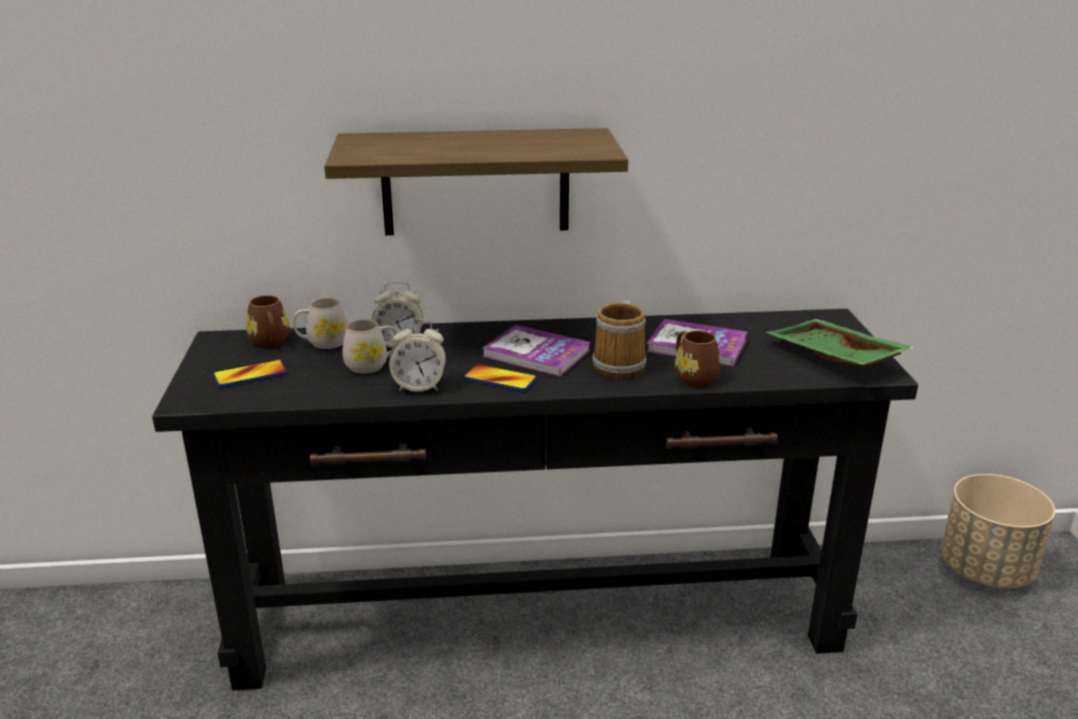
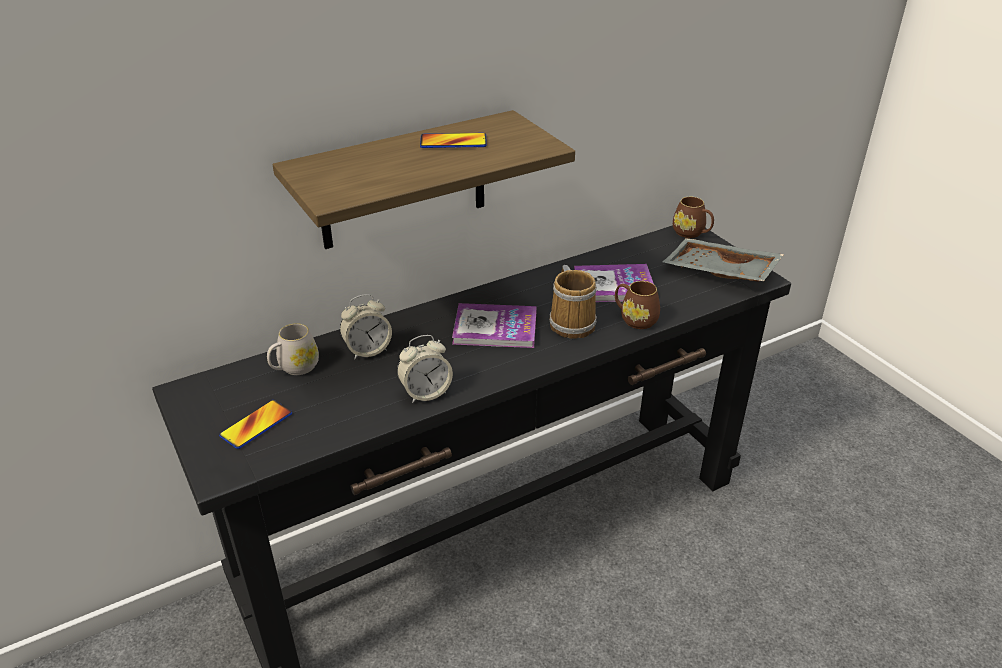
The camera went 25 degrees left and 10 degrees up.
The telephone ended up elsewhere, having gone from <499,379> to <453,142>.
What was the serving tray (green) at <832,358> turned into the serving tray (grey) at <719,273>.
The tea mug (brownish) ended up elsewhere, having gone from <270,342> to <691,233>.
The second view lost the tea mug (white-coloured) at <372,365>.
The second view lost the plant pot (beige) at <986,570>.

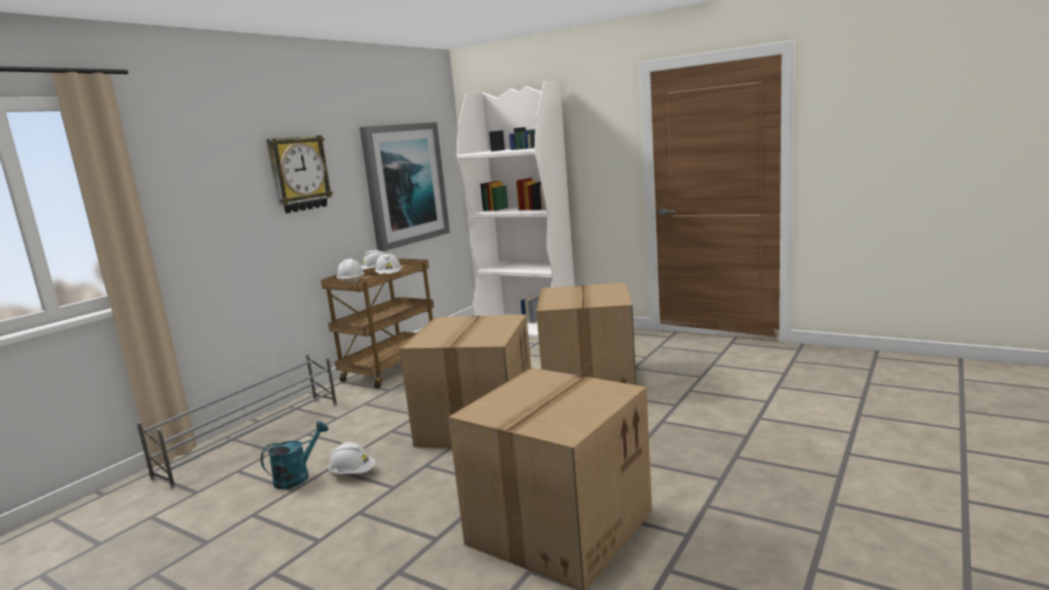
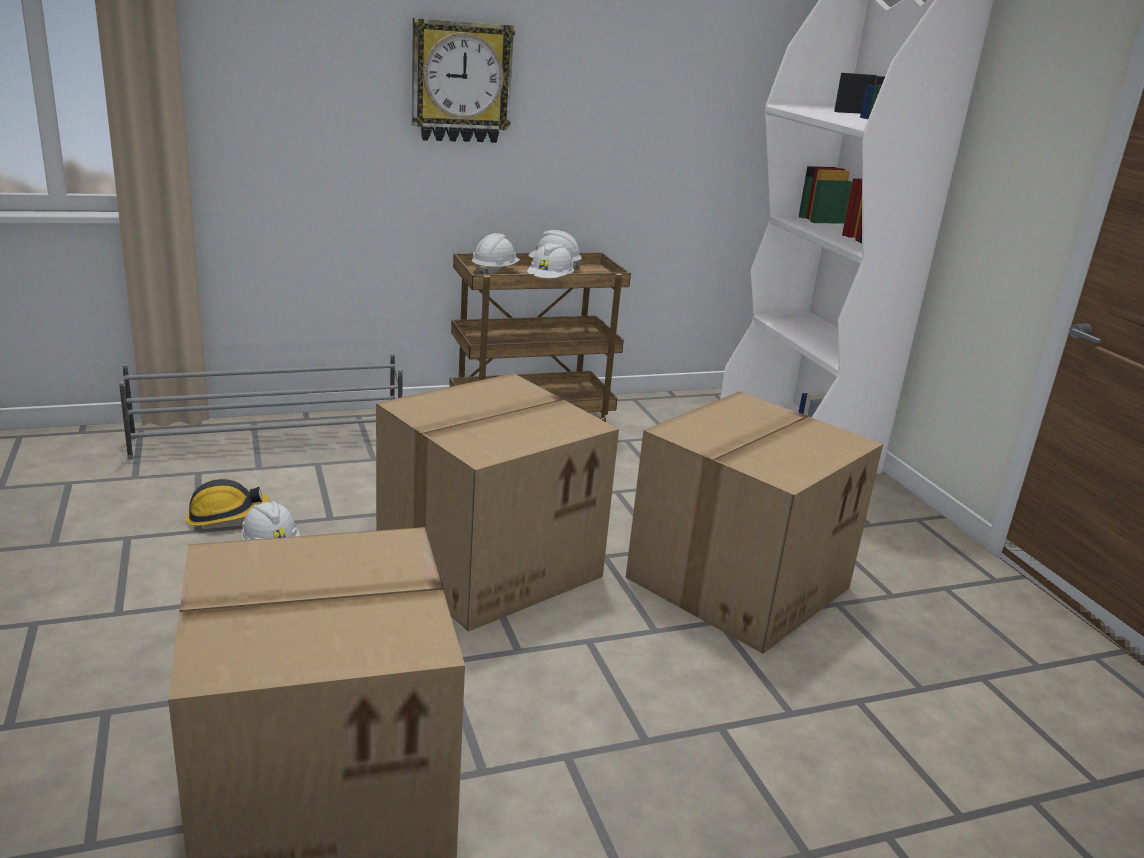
The camera went 35 degrees right and 10 degrees up.
Where the watering pot (blue-green) stood at <297,476>, the safety helmet came to stand at <226,515>.
The second view lost the wall picture at <405,184>.

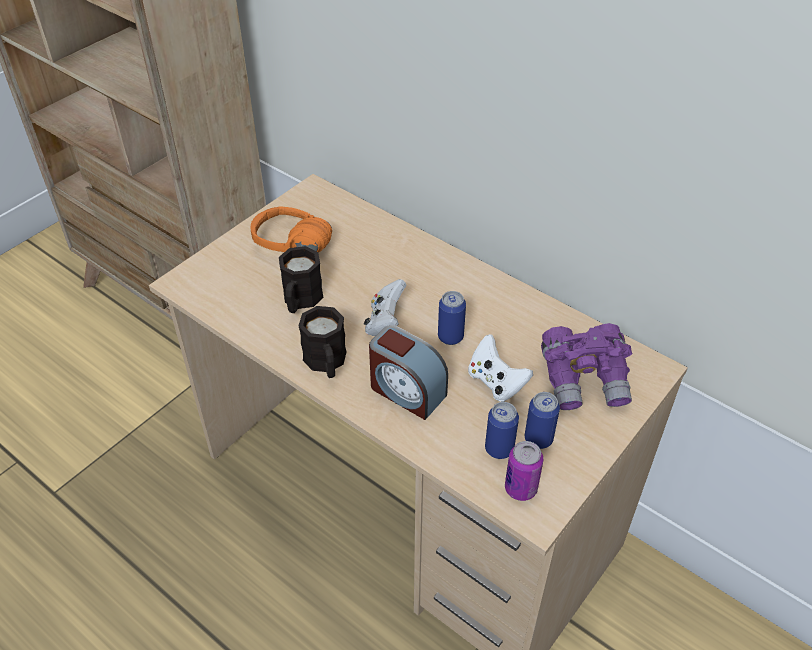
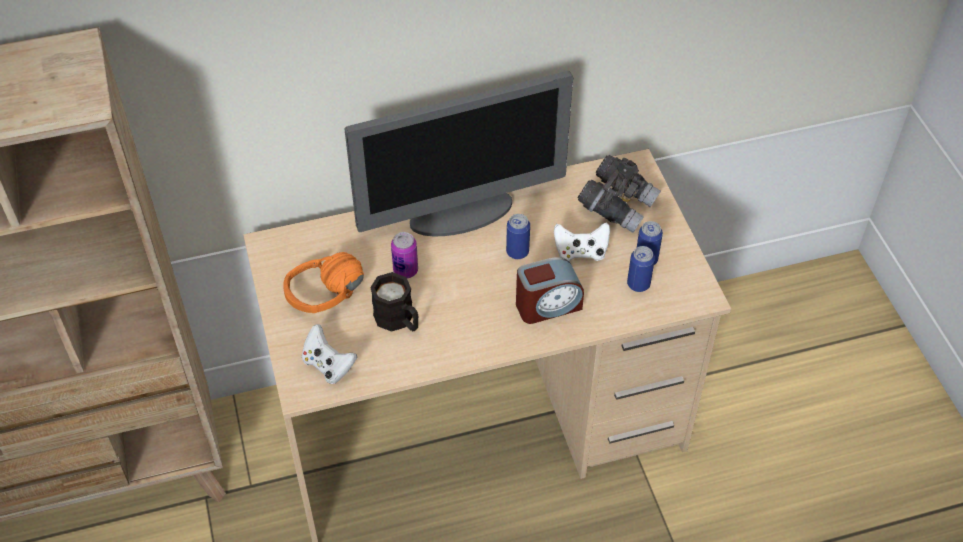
The camera went 55 degrees left and 5 degrees up.
The gamepad (white-coloured) ended up elsewhere, having gone from <385,322> to <328,365>.
The second view gained the computer display at <462,213>.
The sealed can ended up elsewhere, having gone from <520,488> to <405,270>.
What was the binoculars (purple-coloured) at <584,380> turned into the binoculars (grey) at <617,205>.
The second view lost the tea mug (black-coloured) at <326,363>.

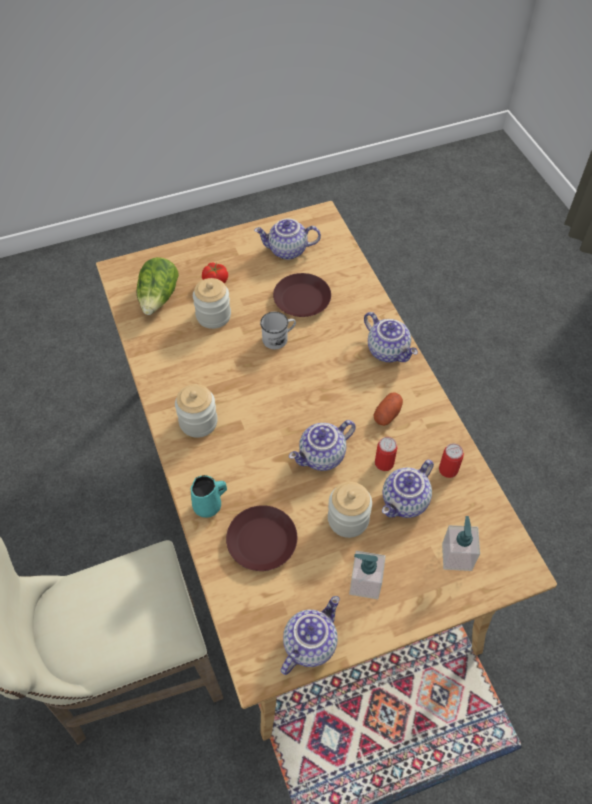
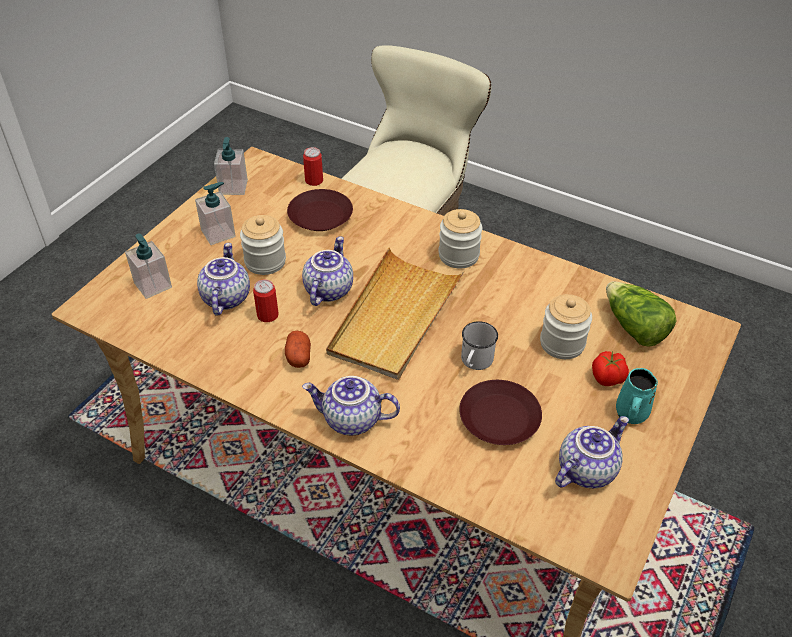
The camera went 140 degrees right and 10 degrees down.
Where the tea pot stood at <309,643>, the liquid soap bottle came to stand at <233,187>.
The sealed can ended up elsewhere, having gone from <448,469> to <314,180>.
The second view gained the serving tray (beige) at <395,317>.
The tea mug (blue-green) ended up elsewhere, having gone from <209,506> to <630,414>.

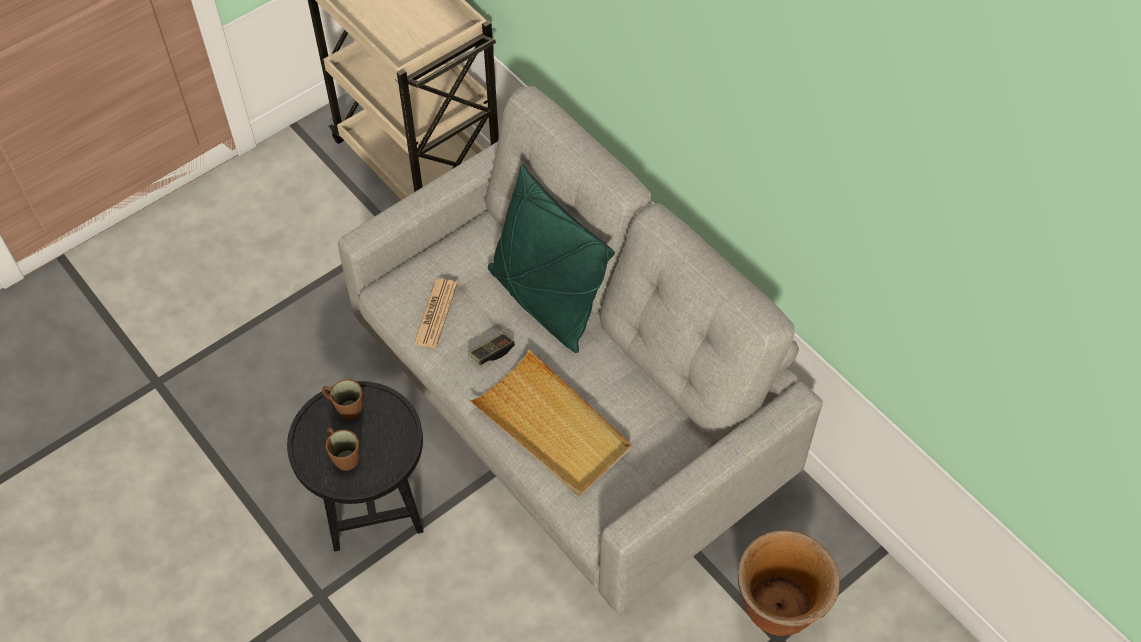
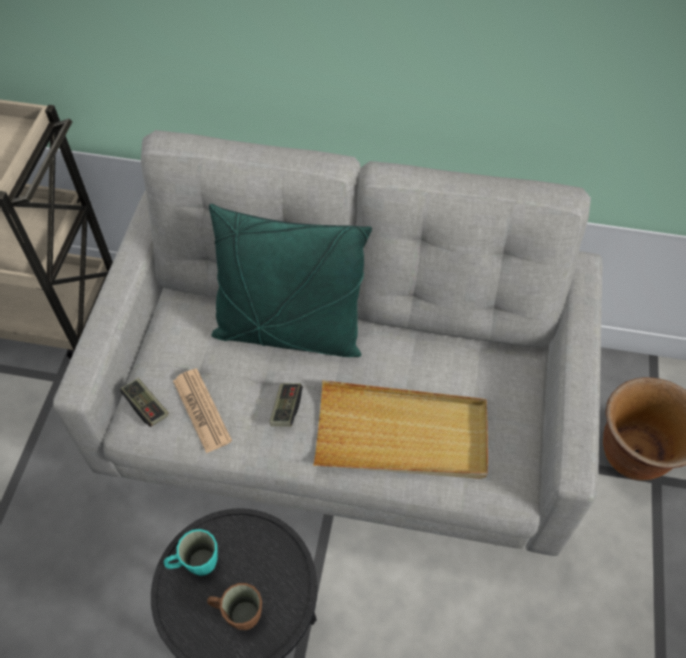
The camera went 40 degrees left and 0 degrees up.
The second view gained the gamepad at <146,406>.
What was the tea mug (brownish) at <345,407> turned into the tea mug (blue-green) at <195,564>.

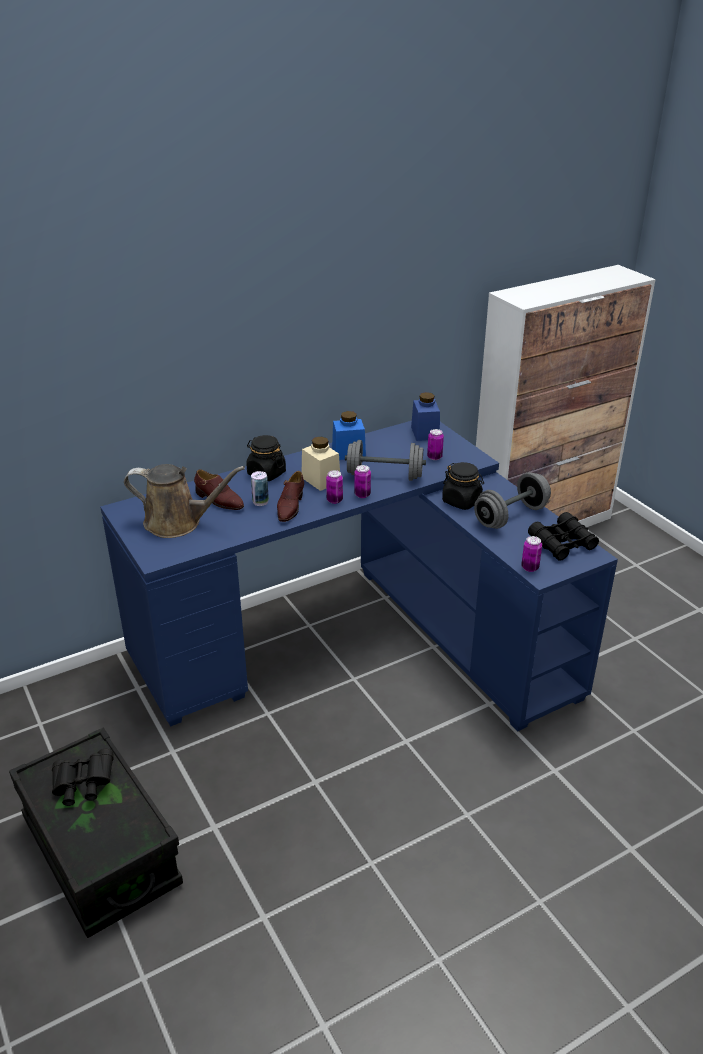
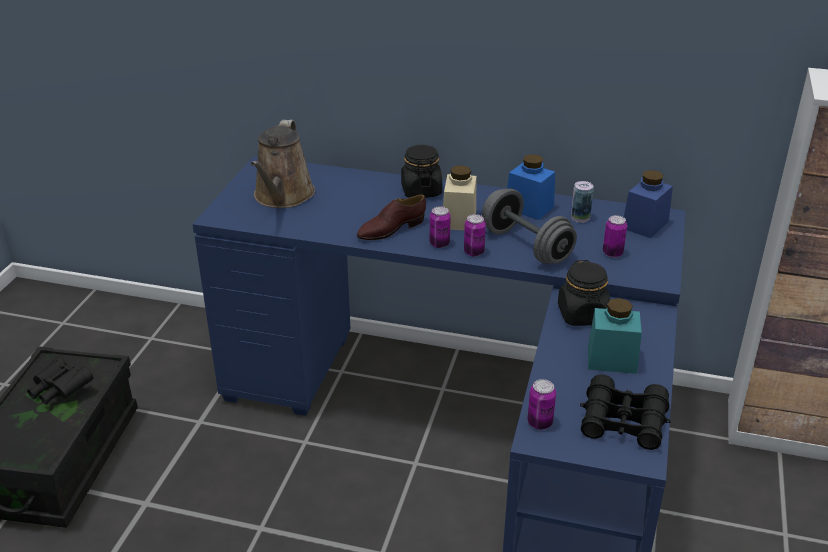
The camera went 45 degrees right and 0 degrees up.
The watering pot (brownish) at <178,523> ended up facing another way, 45 degrees clockwise from before.
The sealed can ended up elsewhere, having gone from <260,502> to <580,218>.
Where the hand weight (grey) stood at <511,516>, the storage jar (blue-green) came to stand at <612,359>.
The second view lost the item of footwear (brownish) at <219,500>.

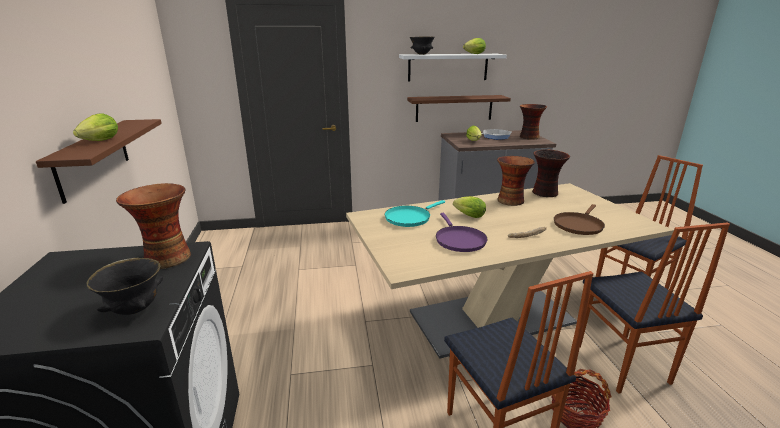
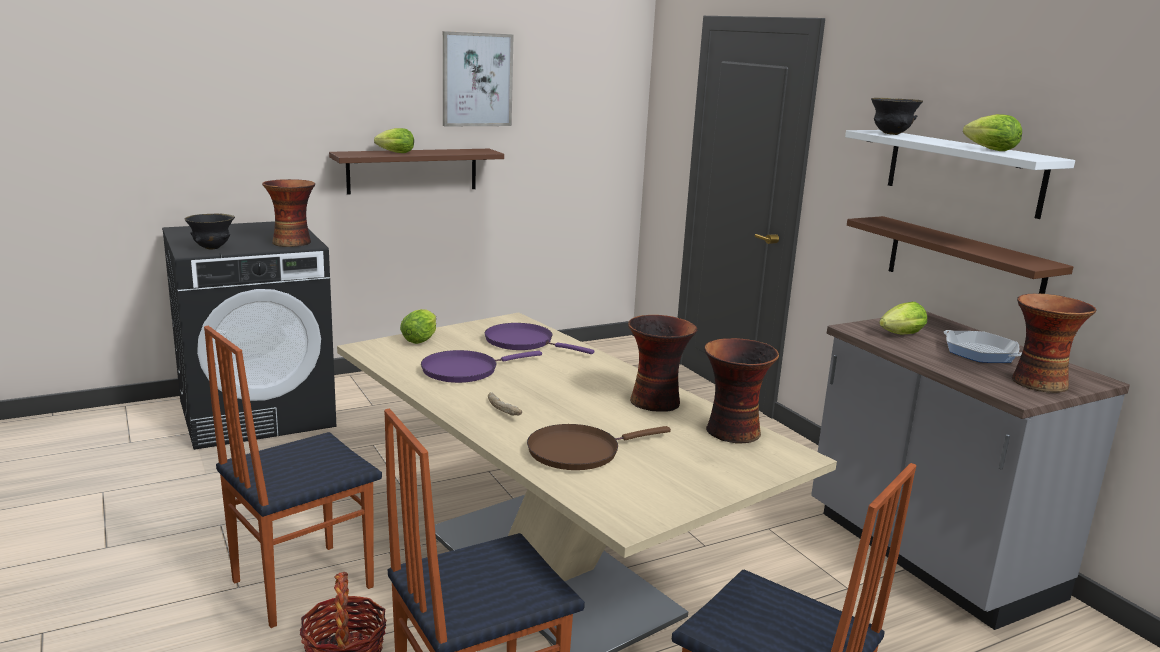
The camera went 70 degrees right and 5 degrees down.
The lettuce ended up elsewhere, having gone from <467,215> to <421,339>.
The second view gained the wall picture at <477,79>.
What was the pan (blue-green) at <409,218> turned into the pan (purple-coloured) at <523,342>.
The pan (brownish) at <578,225> ended up facing another way, 45 degrees counterclockwise from before.

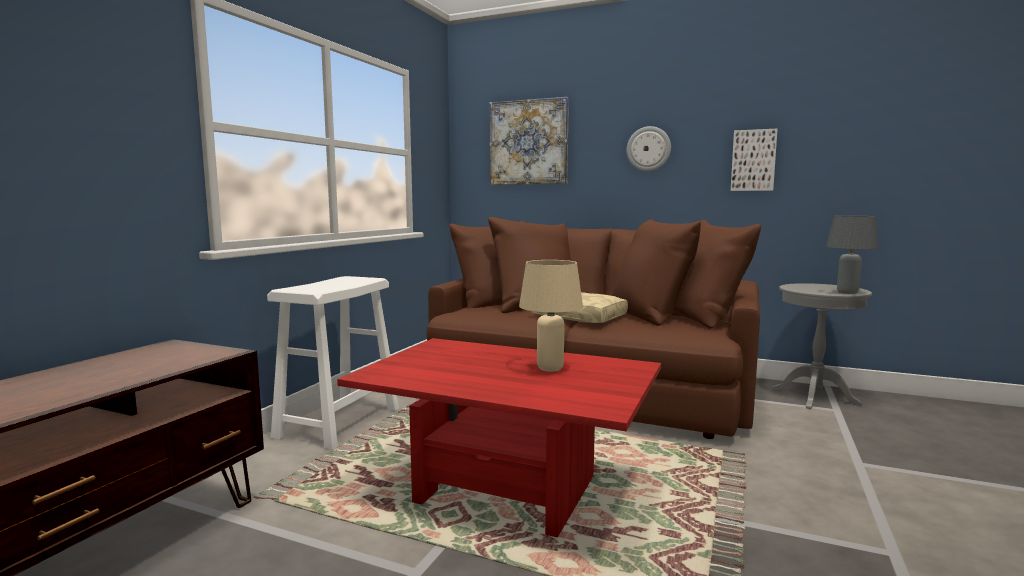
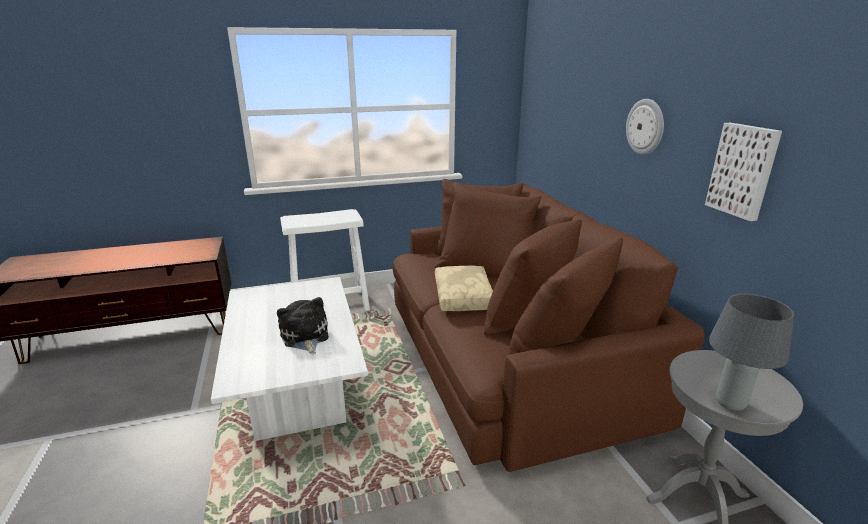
The camera went 50 degrees right and 15 degrees up.
What was the coffee table (red-coloured) at <507,490> turned into the coffee table (white-coloured) at <299,398>.
Where the tabletop lamp (beige) stood at <550,369>, the cuddly toy came to stand at <305,337>.
The second view lost the wall picture at <528,142>.

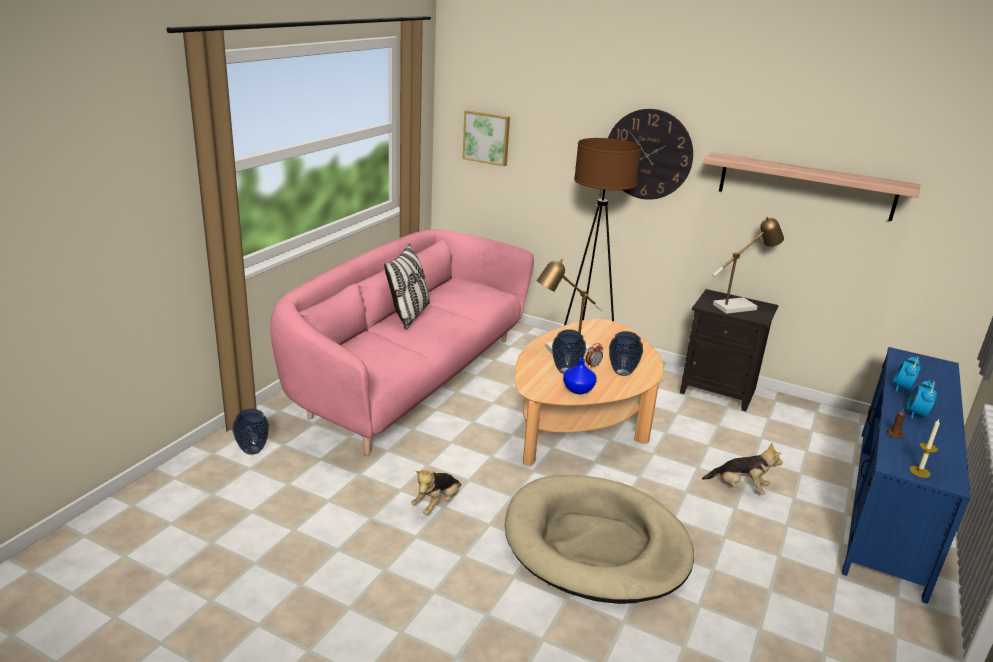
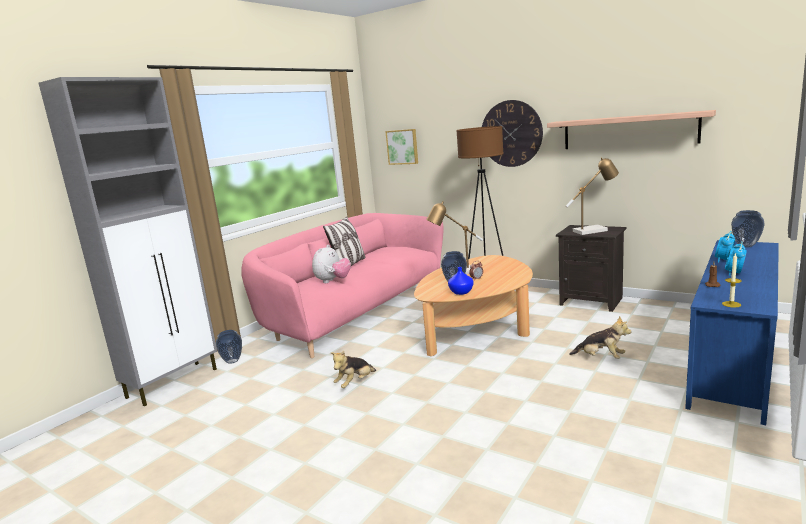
The camera went 10 degrees right and 10 degrees down.
The second view gained the cupboard (grey) at <174,382>.
The second view gained the cuddly toy at <333,281>.
The vase ended up elsewhere, having gone from <621,372> to <745,245>.
The second view lost the dog cushion (beige) at <595,544>.

